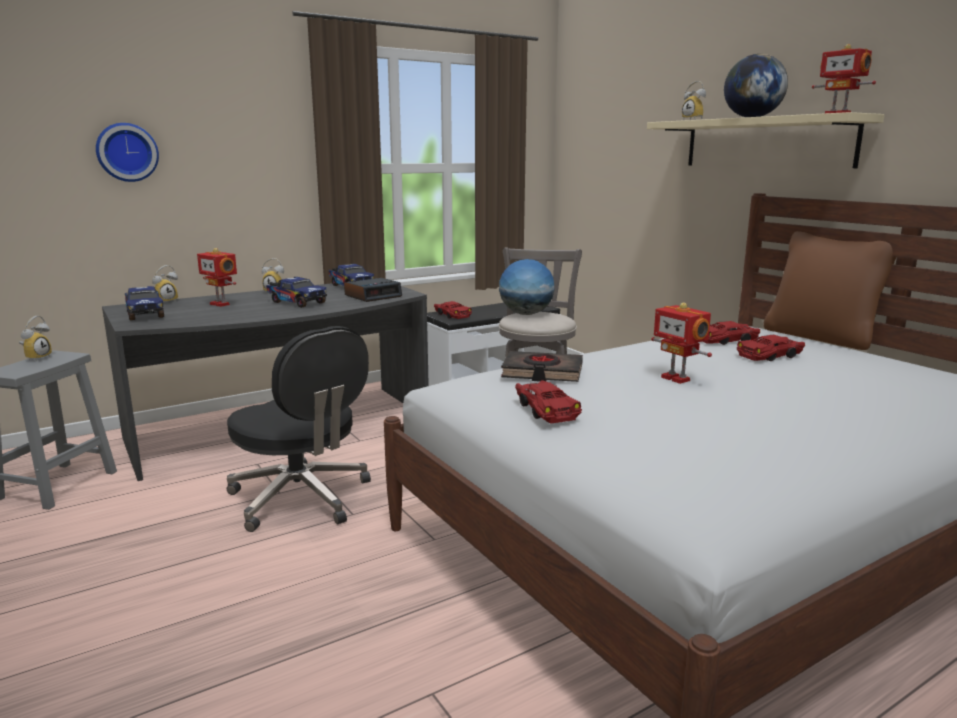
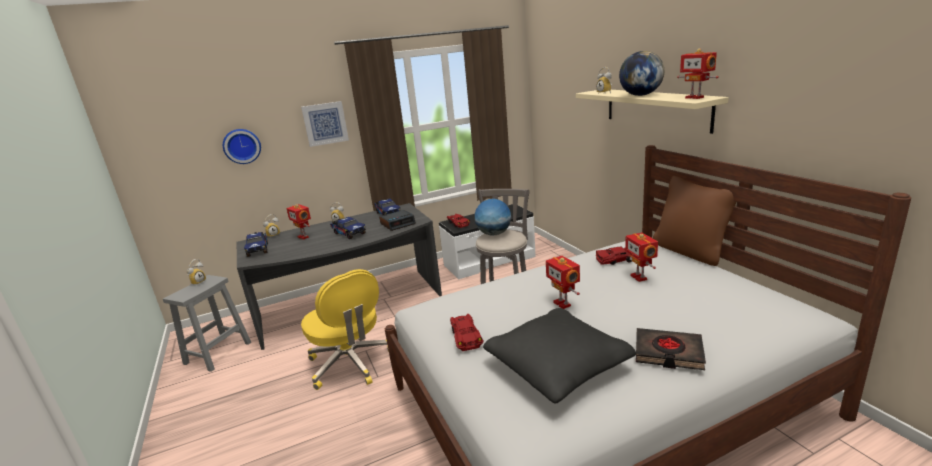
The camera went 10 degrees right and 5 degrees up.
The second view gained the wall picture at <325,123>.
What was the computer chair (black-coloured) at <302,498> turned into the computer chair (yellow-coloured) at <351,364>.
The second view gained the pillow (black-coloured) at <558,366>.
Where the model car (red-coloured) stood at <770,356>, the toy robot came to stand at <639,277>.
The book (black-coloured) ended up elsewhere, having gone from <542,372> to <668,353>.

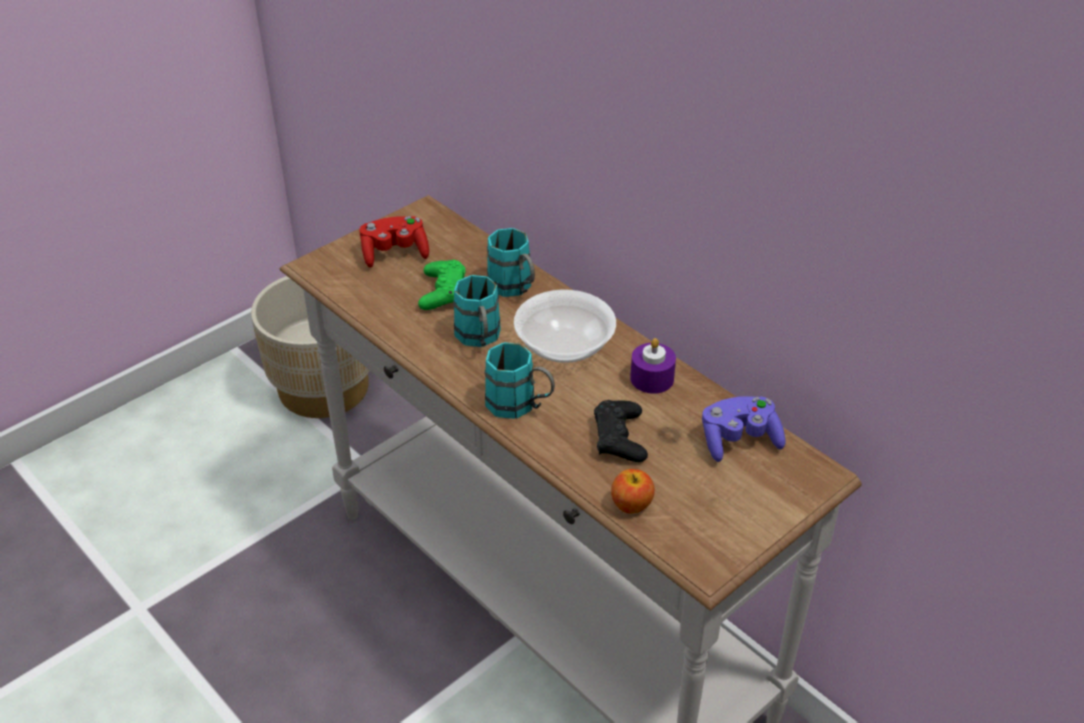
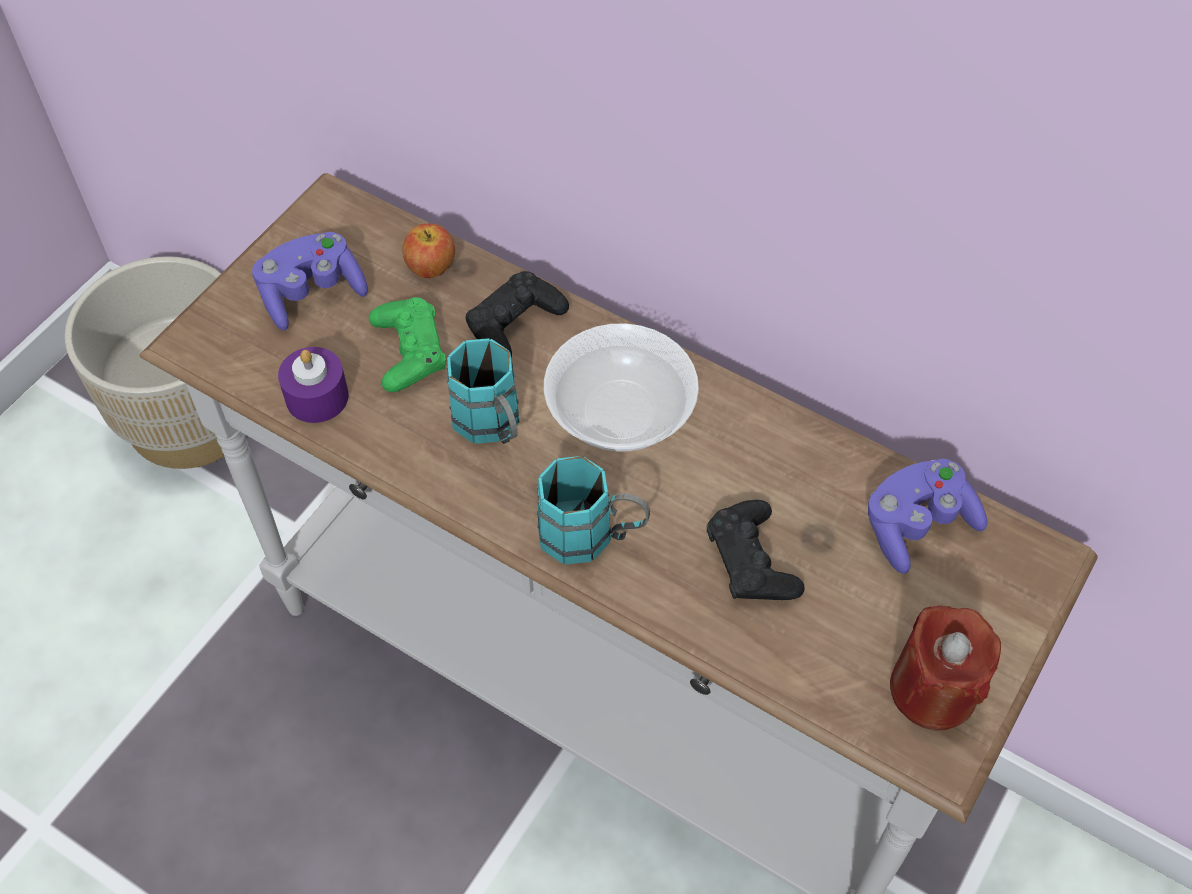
The camera went 15 degrees left and 15 degrees up.
What was the gamepad (red-coloured) at <394,253> turned into the gamepad (purple-coloured) at <312,293>.
The wax candle (purple-coloured) ended up elsewhere, having gone from <652,378> to <317,397>.
The apple fruit ended up elsewhere, having gone from <632,504> to <431,266>.
Where the tea mug (blue-green) stood at <515,289>, the gamepad (black-coloured) came to stand at <514,324>.
The second view gained the wax candle (red-coloured) at <933,690>.

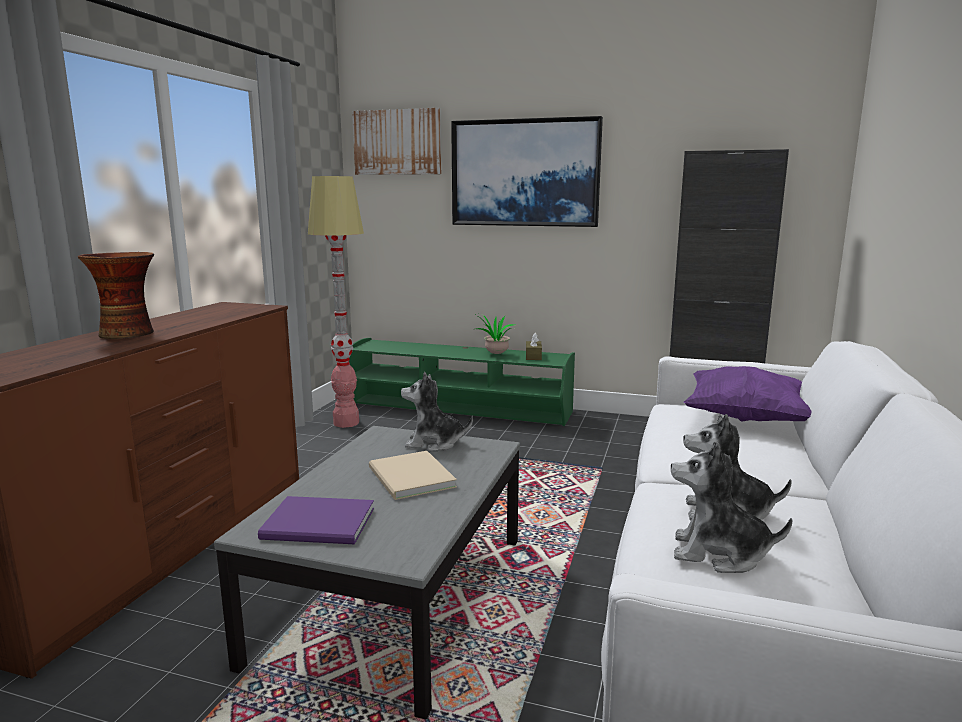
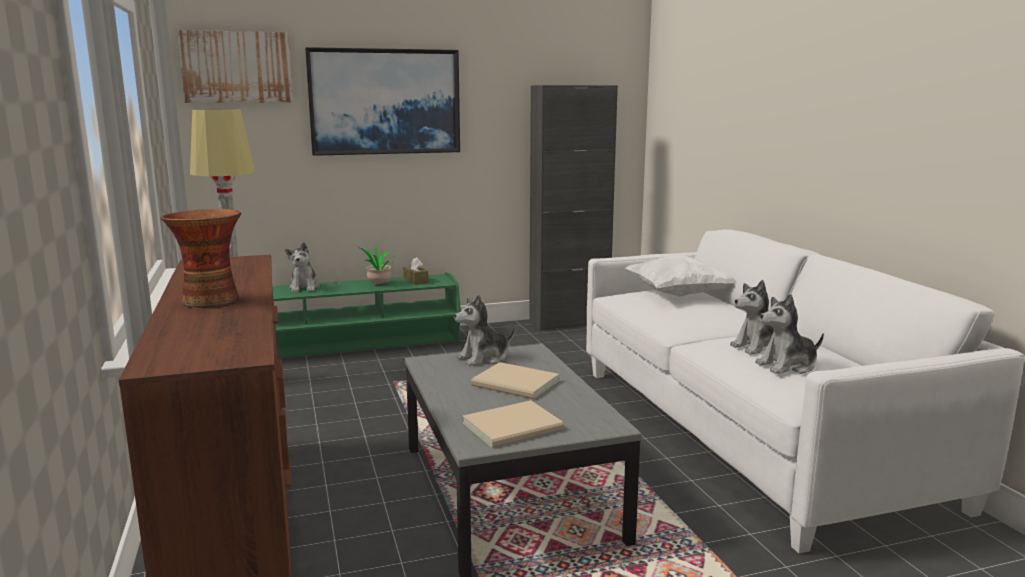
The camera went 35 degrees left and 0 degrees up.
The second view gained the cuddly toy at <304,288>.
What was the book (purple-coloured) at <321,525> turned into the book (beige) at <516,427>.
What was the pillow (purple-coloured) at <745,419> turned into the pillow (white-coloured) at <678,294>.

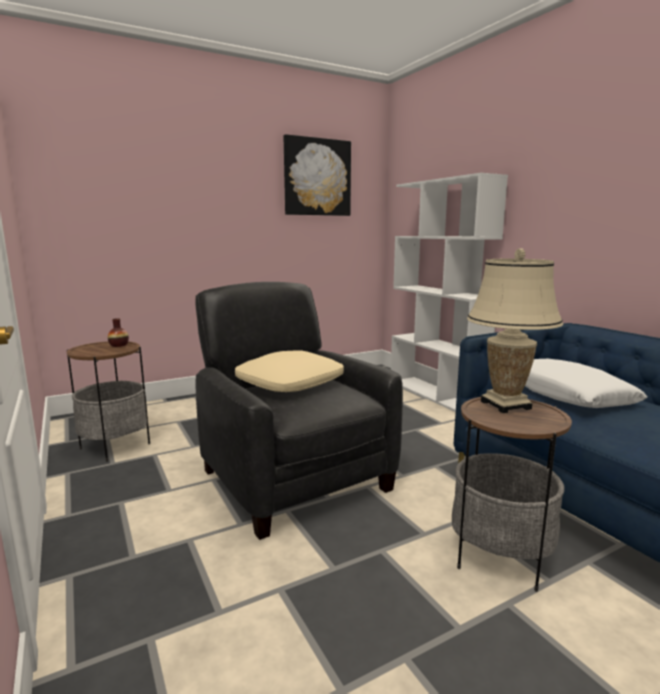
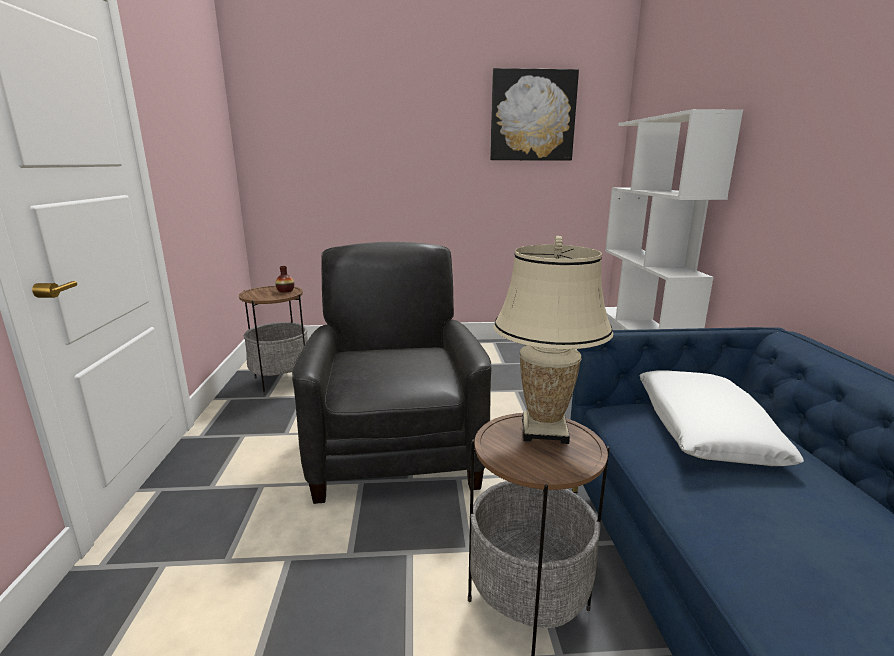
The camera went 25 degrees right and 5 degrees up.
The second view lost the pillow (beige) at <289,383>.

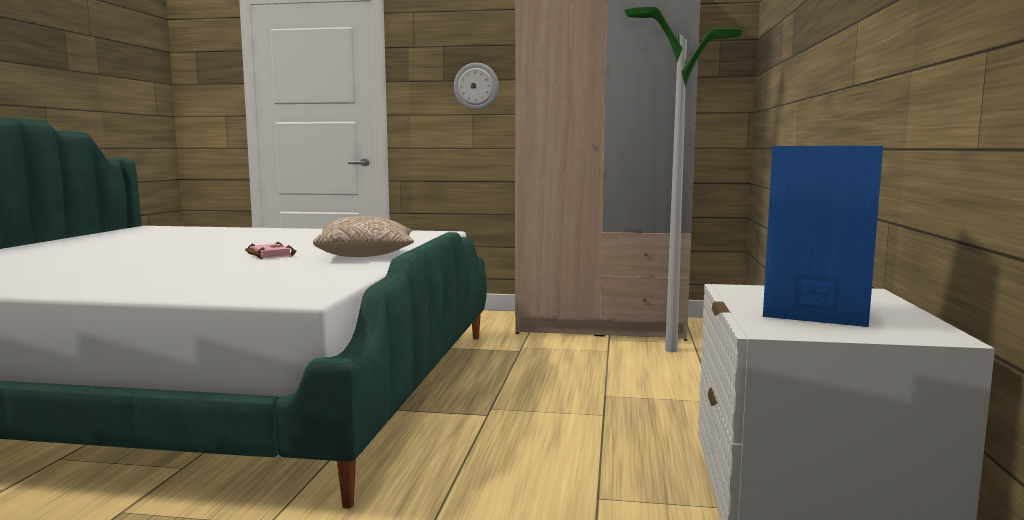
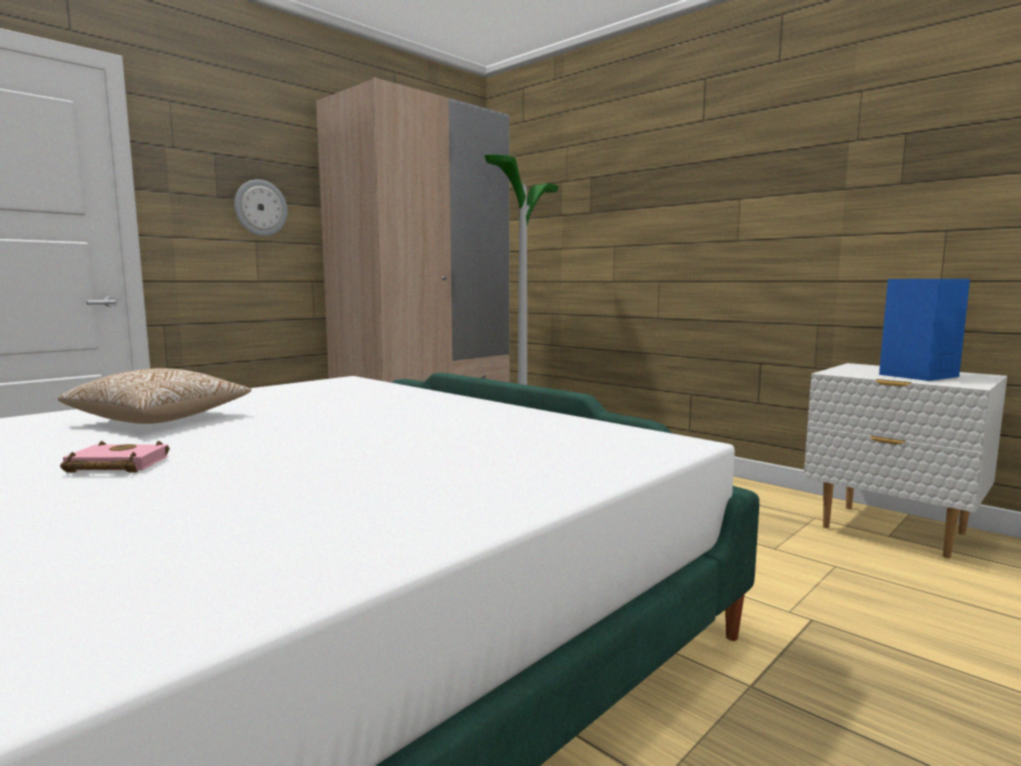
The camera went 55 degrees left and 0 degrees up.
The pillow ended up elsewhere, having gone from <366,255> to <161,419>.
The book (pinkish) ended up elsewhere, having gone from <268,255> to <114,466>.

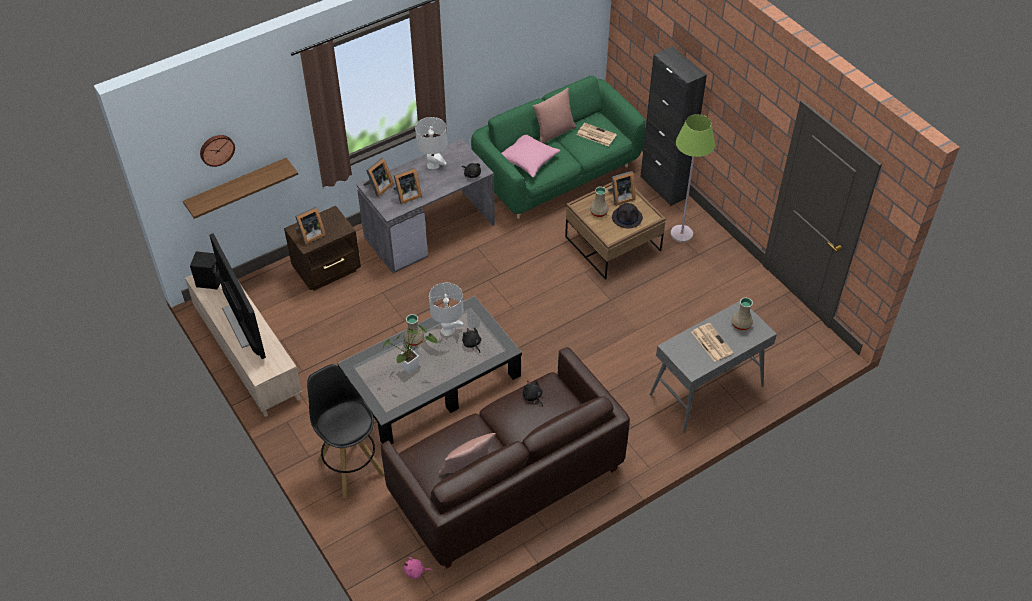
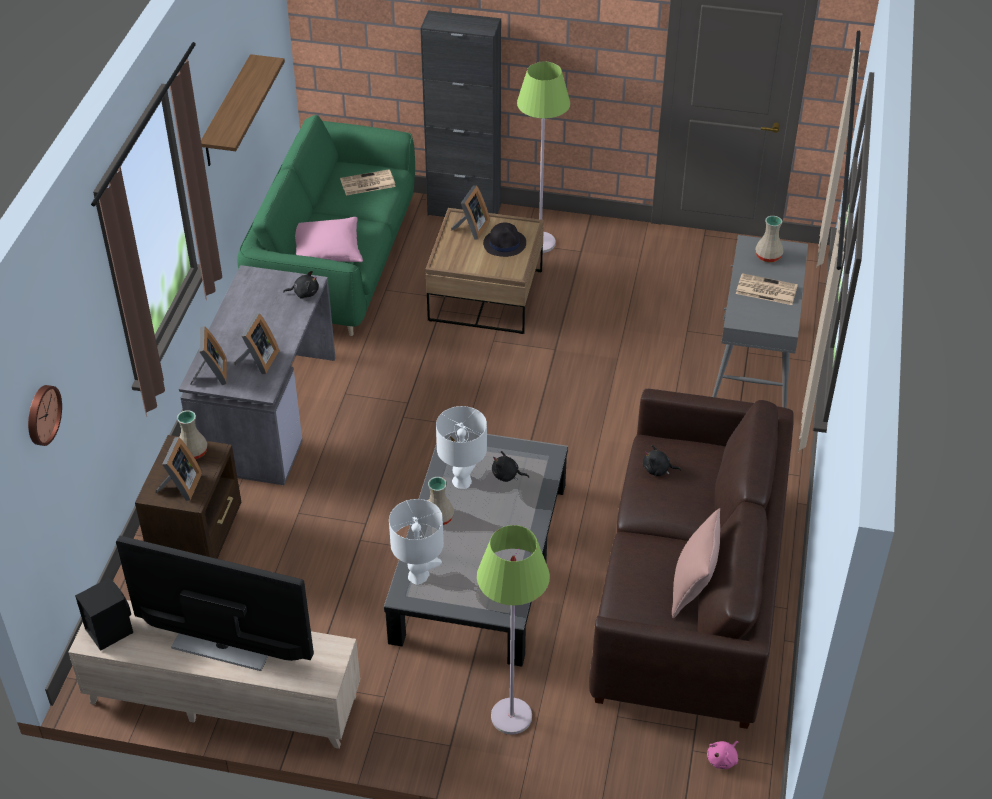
The camera went 45 degrees left and 5 degrees down.
The vase (beige) ended up elsewhere, having gone from <598,212> to <193,452>.
The wall shelf ended up elsewhere, having gone from <237,188> to <227,112>.
The tabletop lamp (white-coloured) ended up elsewhere, having gone from <433,165> to <418,576>.
Where the sitting stool (black-coloured) stood at <350,466>, the floor lamp (green) came to stand at <511,716>.
The second view lost the potted plant at <412,367>.
The second view lost the pillow (pinkish) at <554,133>.

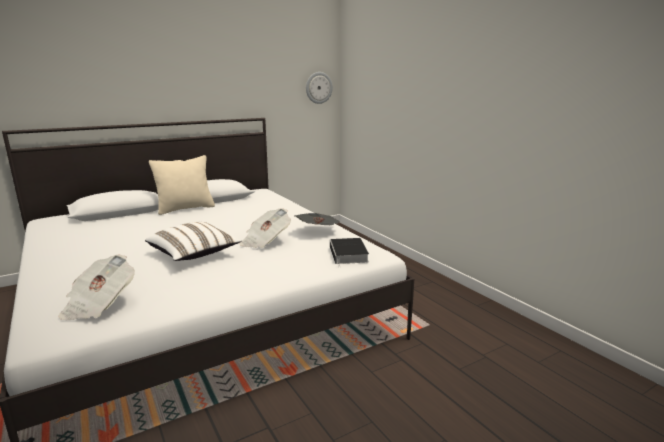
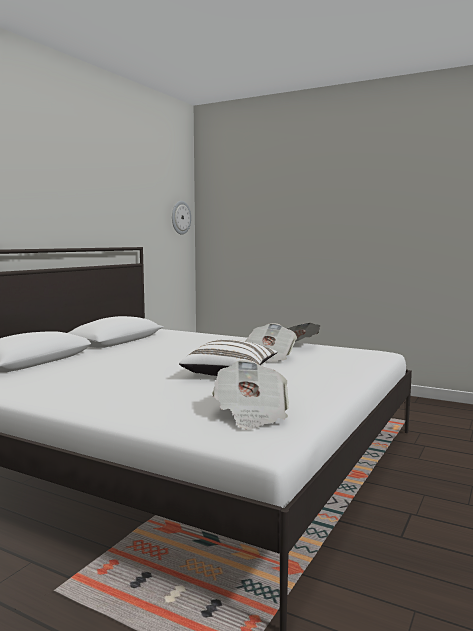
The camera went 30 degrees left and 10 degrees down.
The second view lost the pillow (beige) at <185,208>.
The second view lost the book at <349,254>.

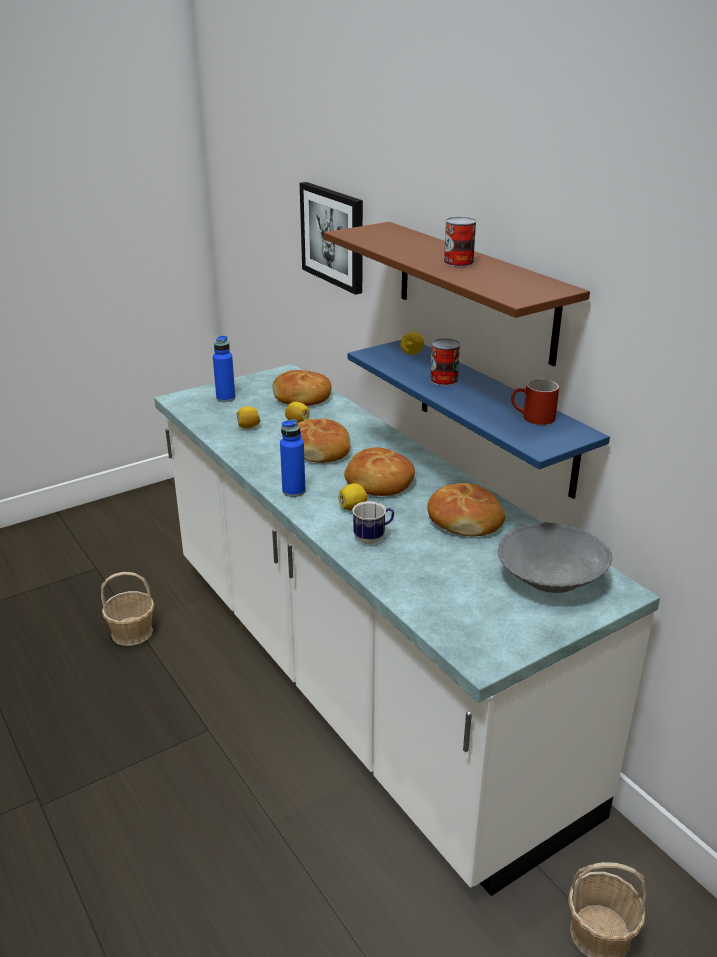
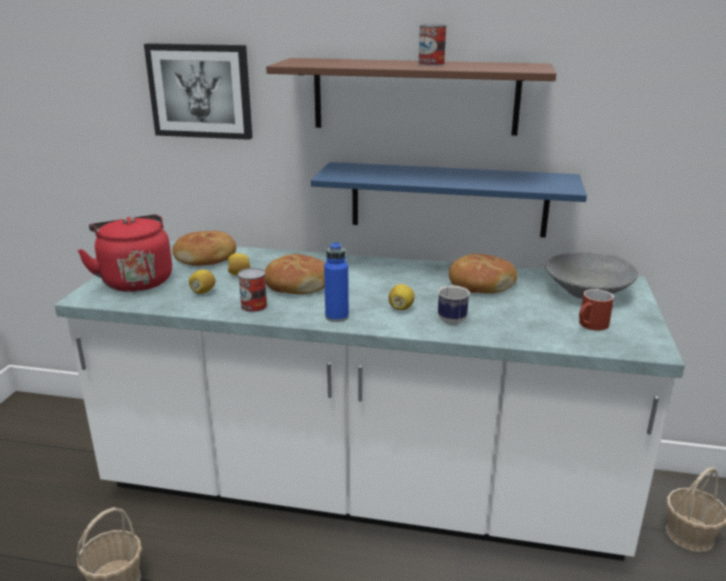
The camera went 45 degrees left and 5 degrees down.
Where the beverage bottle (bluish) stood at <225,398>, the water kettle (red-coloured) came to stand at <135,280>.
The sealed can ended up elsewhere, having gone from <444,380> to <254,306>.
The tea mug (red-coloured) ended up elsewhere, having gone from <532,418> to <591,326>.
The second view lost the bakery bread at <378,482>.
The second view lost the lemon at <412,353>.

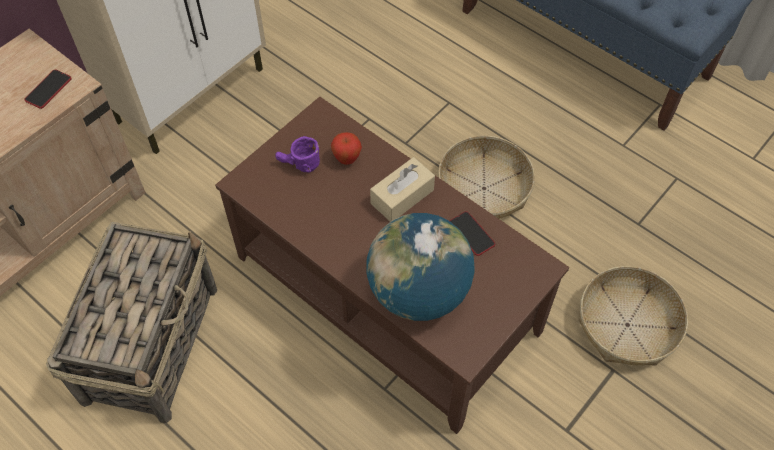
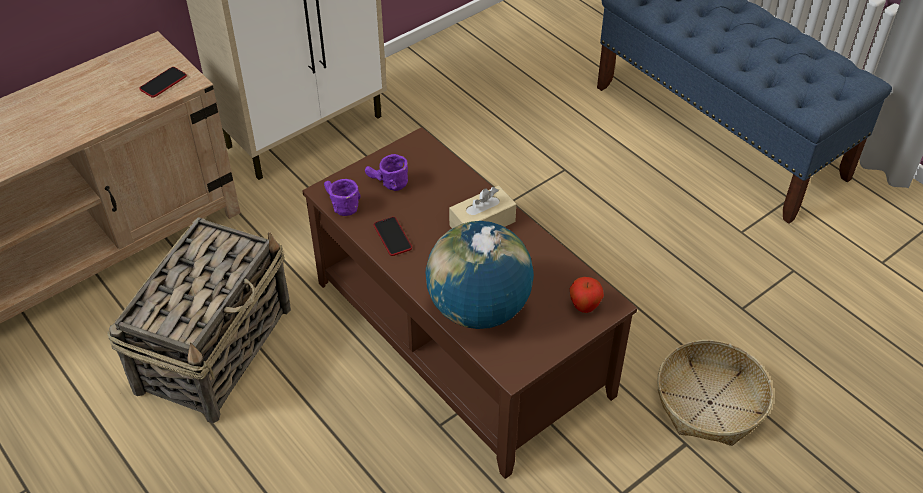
The camera went 10 degrees right and 10 degrees down.
The second view gained the tea mug (purple-coloured) at <339,205>.
The telephone ended up elsewhere, having gone from <471,234> to <392,237>.
The apple fruit ended up elsewhere, having gone from <347,159> to <584,307>.
The second view lost the basket at <483,188>.

